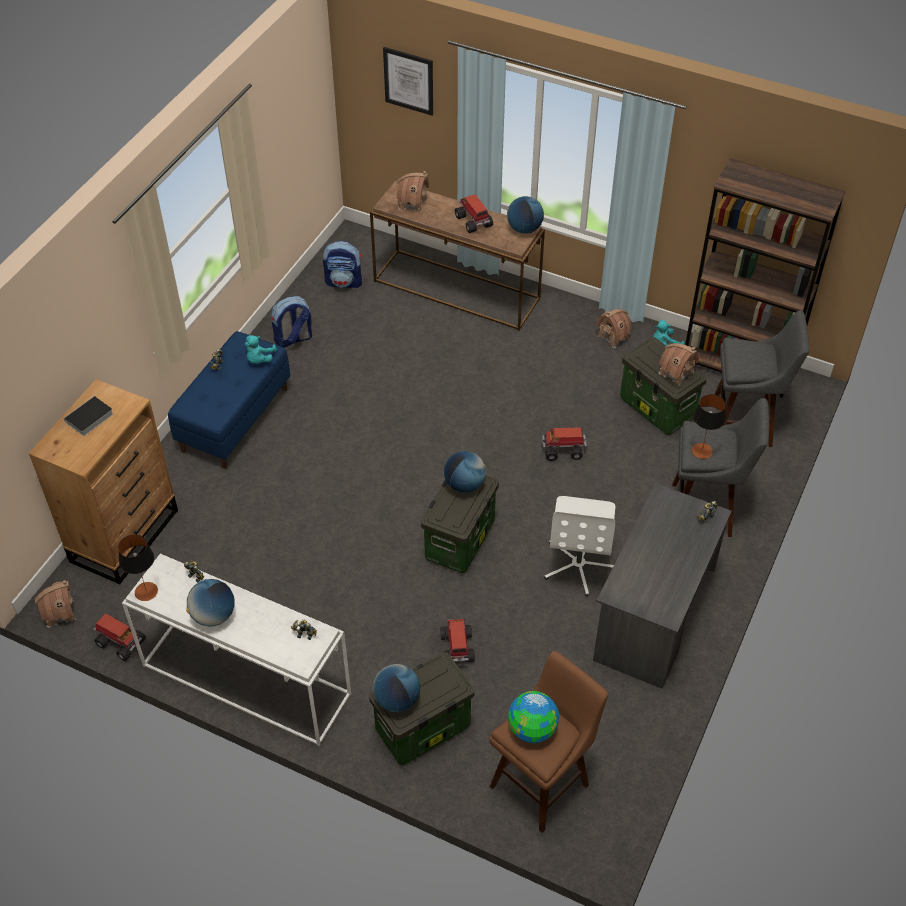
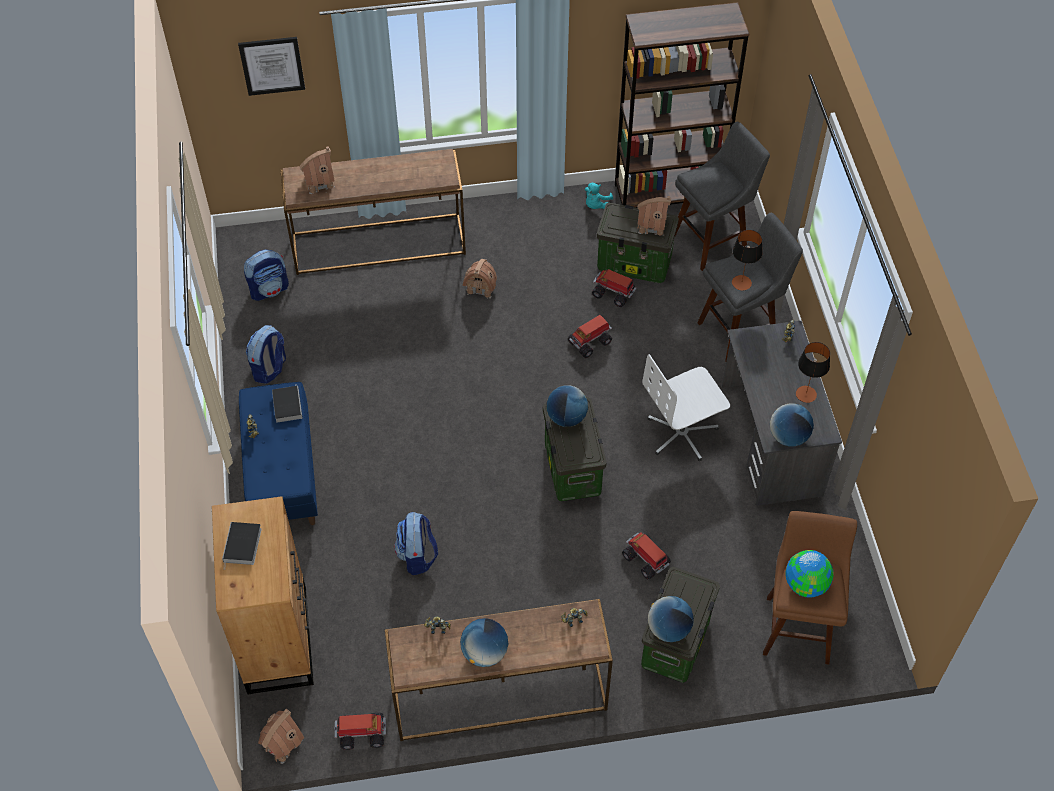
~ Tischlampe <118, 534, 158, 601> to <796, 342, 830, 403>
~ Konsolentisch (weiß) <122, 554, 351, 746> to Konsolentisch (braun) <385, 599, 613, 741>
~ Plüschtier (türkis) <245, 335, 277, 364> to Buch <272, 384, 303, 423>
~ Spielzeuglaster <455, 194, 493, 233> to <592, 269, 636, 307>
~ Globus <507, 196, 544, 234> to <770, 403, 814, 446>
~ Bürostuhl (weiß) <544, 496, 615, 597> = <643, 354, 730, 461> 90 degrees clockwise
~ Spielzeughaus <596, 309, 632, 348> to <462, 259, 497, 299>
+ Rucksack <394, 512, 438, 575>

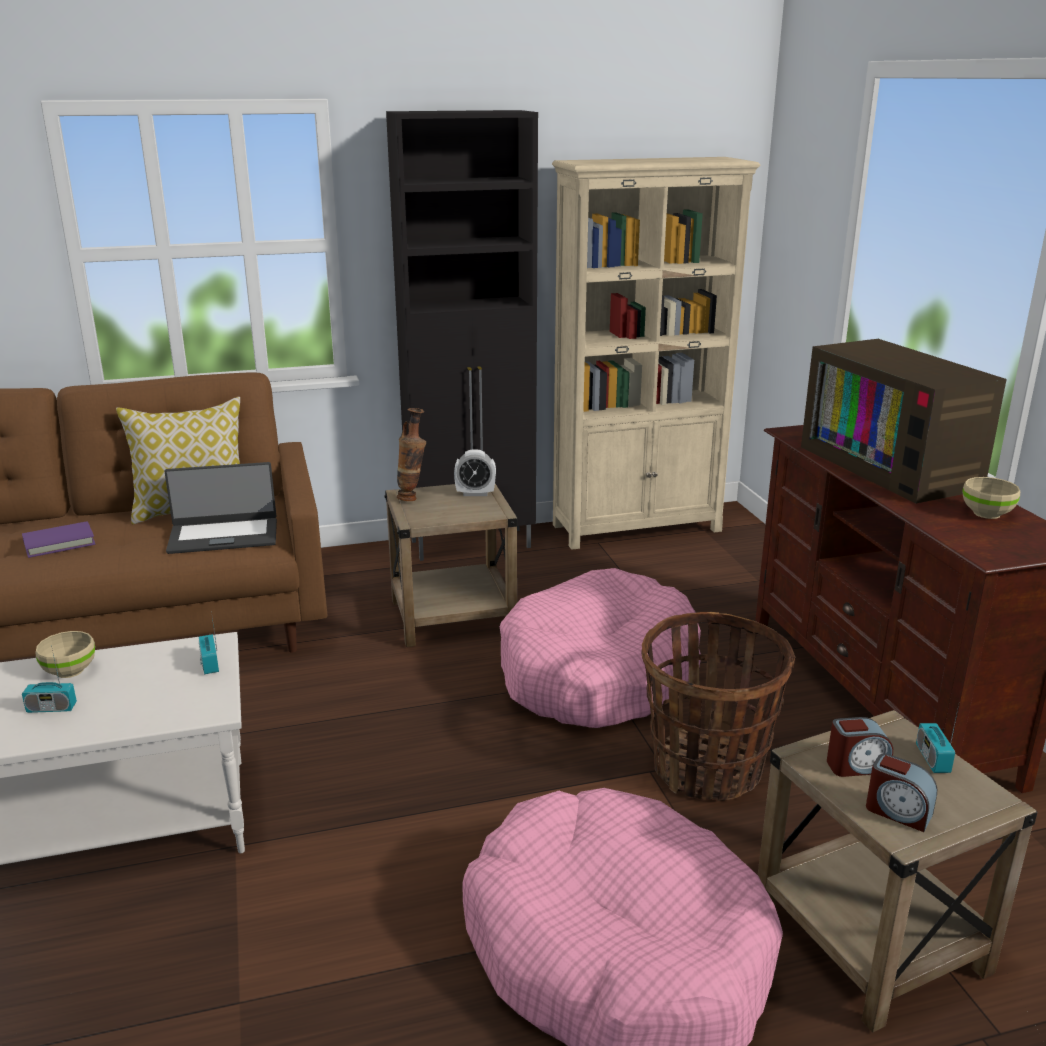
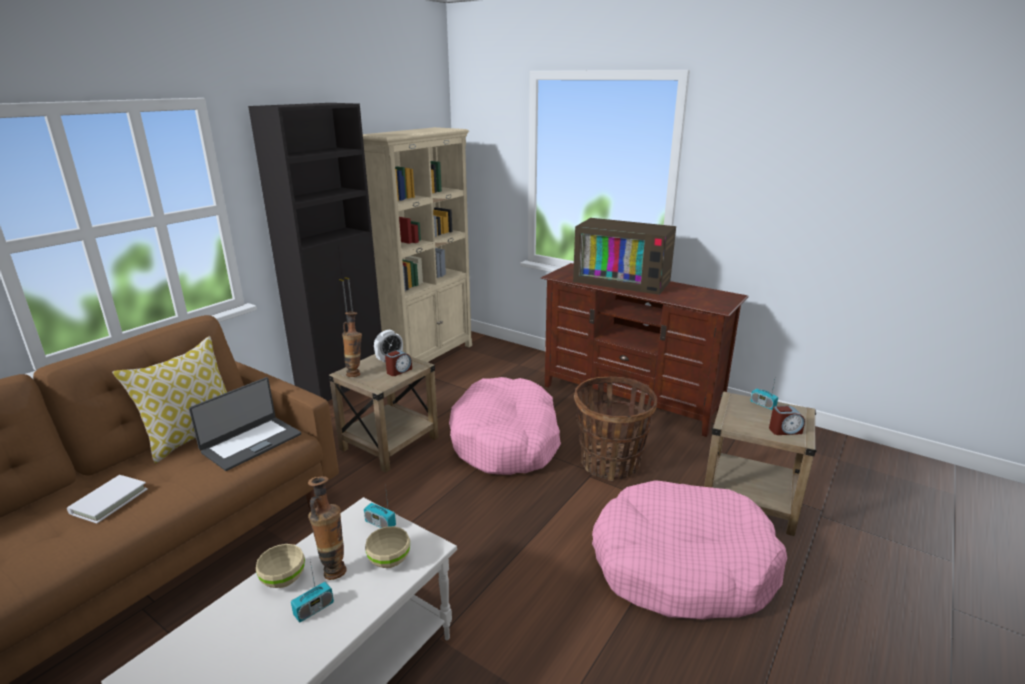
~ Buch (lila) <22, 521, 96, 558> to Buch (weiß) <67, 475, 148, 524>
~ Wecker <827, 717, 893, 777> to <385, 350, 412, 376>
~ Schüssel (beige) <962, 477, 1020, 519> to <365, 526, 410, 568>
+ Vase <308, 476, 346, 580>

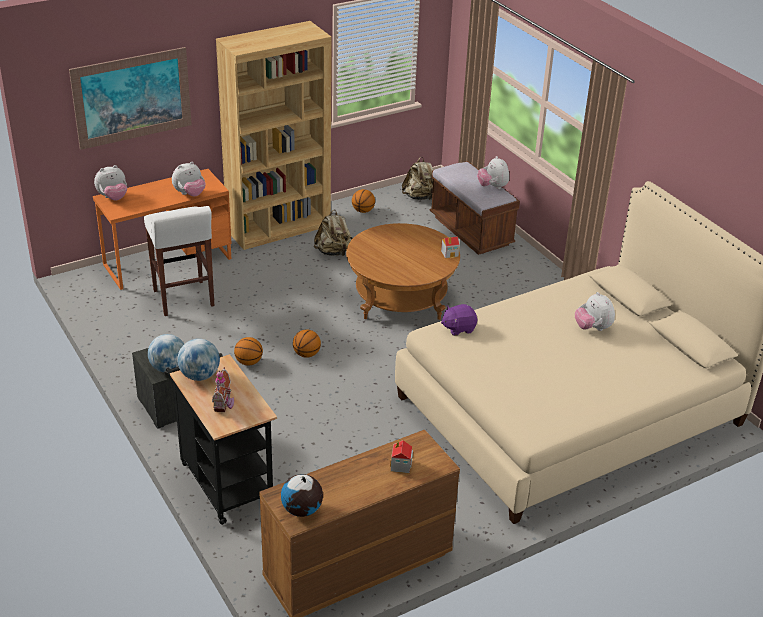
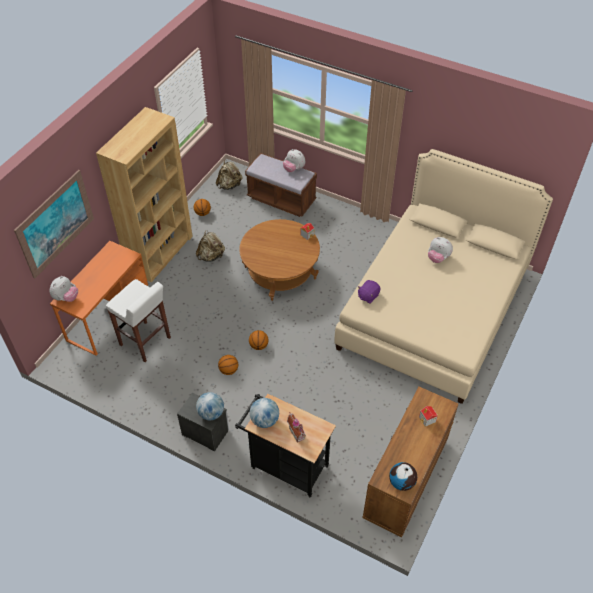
- Plüschtier <172, 162, 205, 197>

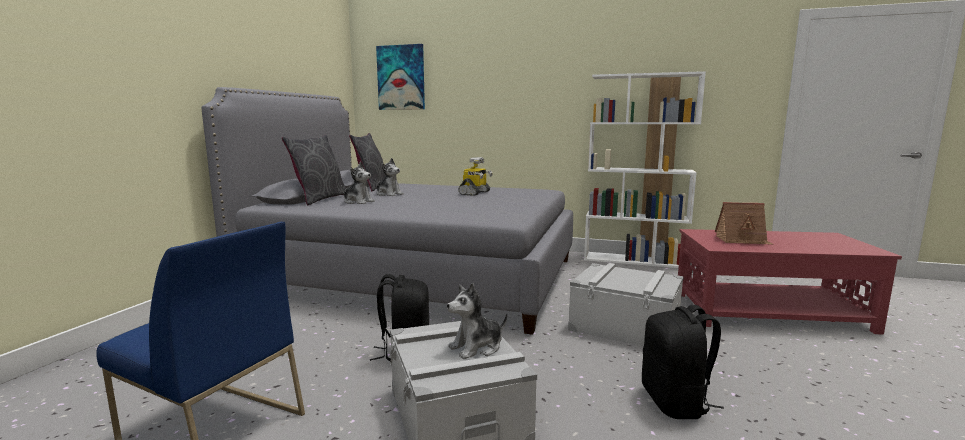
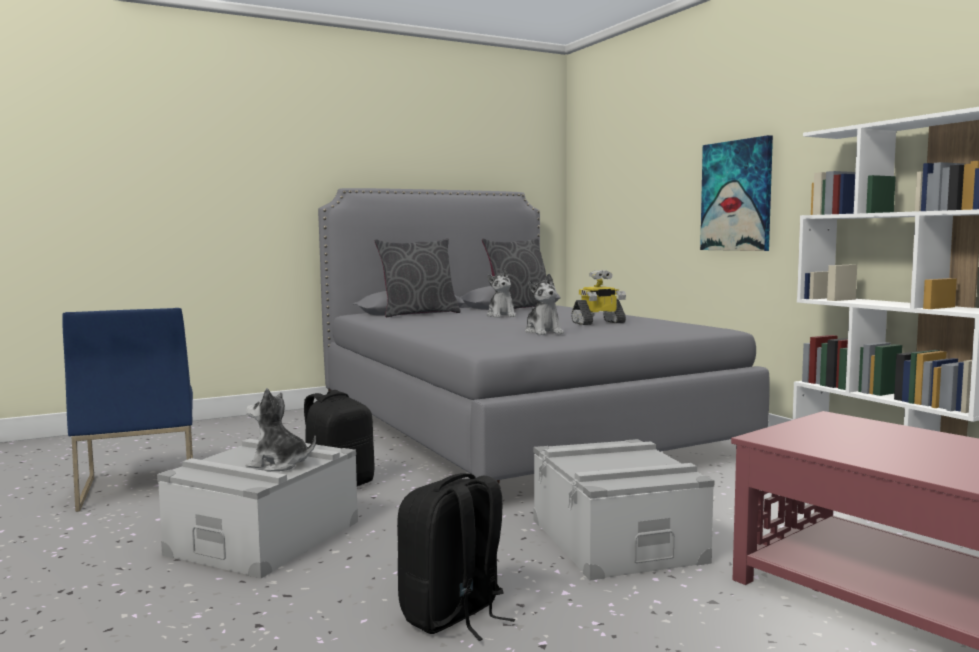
~ Plüschtier <341, 162, 375, 204> to <525, 274, 564, 335>
~ Bild <376, 44, 425, 110> to <700, 135, 773, 251>
- Spielzeughaus <715, 202, 773, 245>

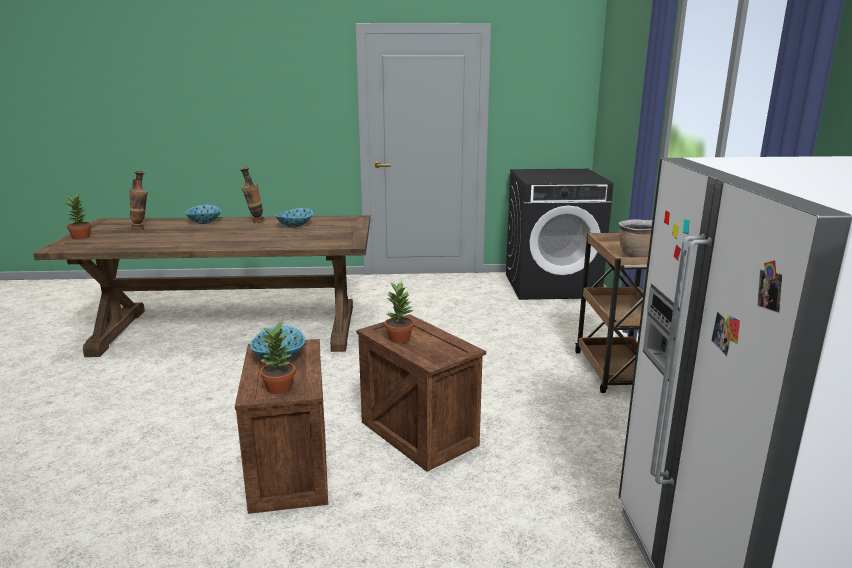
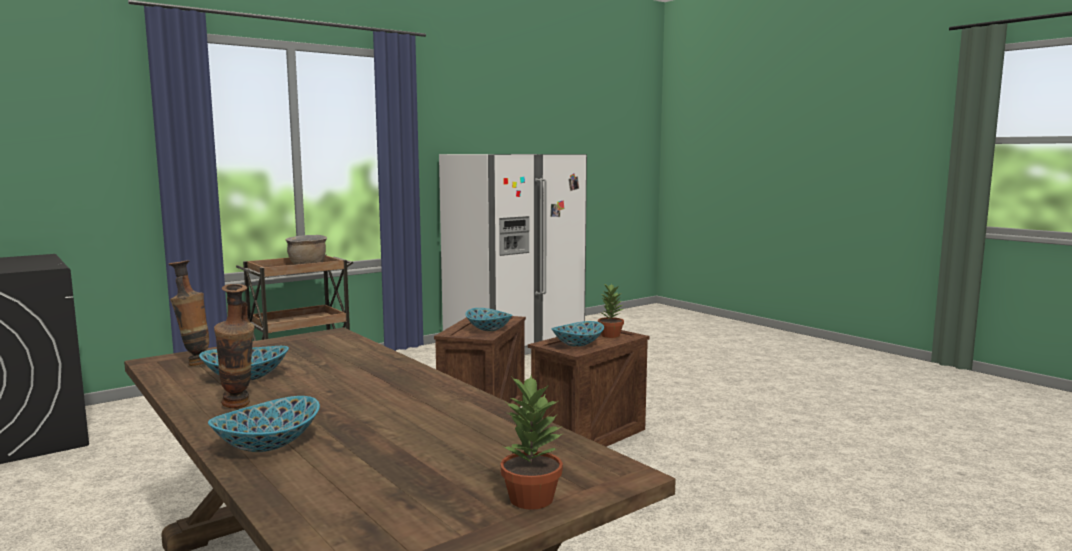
~ Vase <129, 171, 148, 229> to <169, 260, 209, 366>
~ Topfpflanze <385, 281, 414, 343> to Schüssel <465, 308, 512, 331>

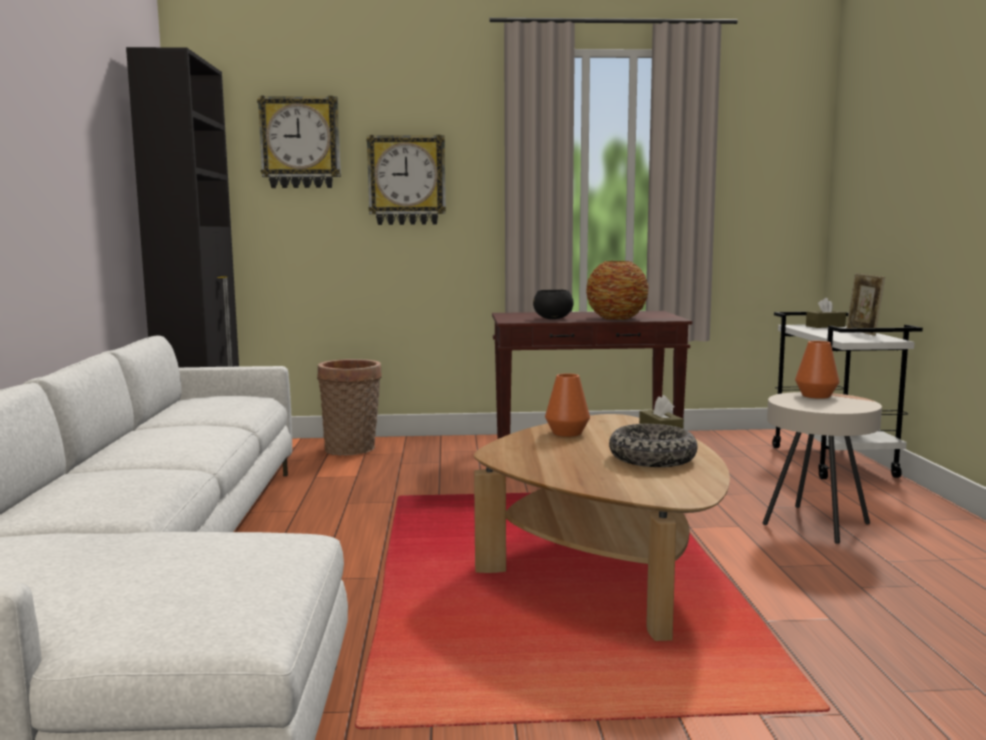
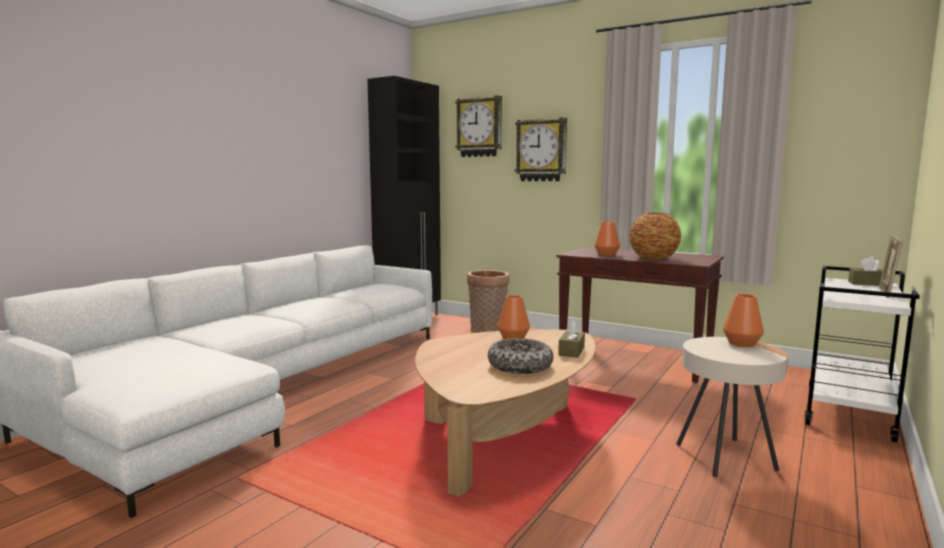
~ Schüssel (schwarz) <533, 290, 574, 319> to Vase (orange) <594, 221, 620, 256>

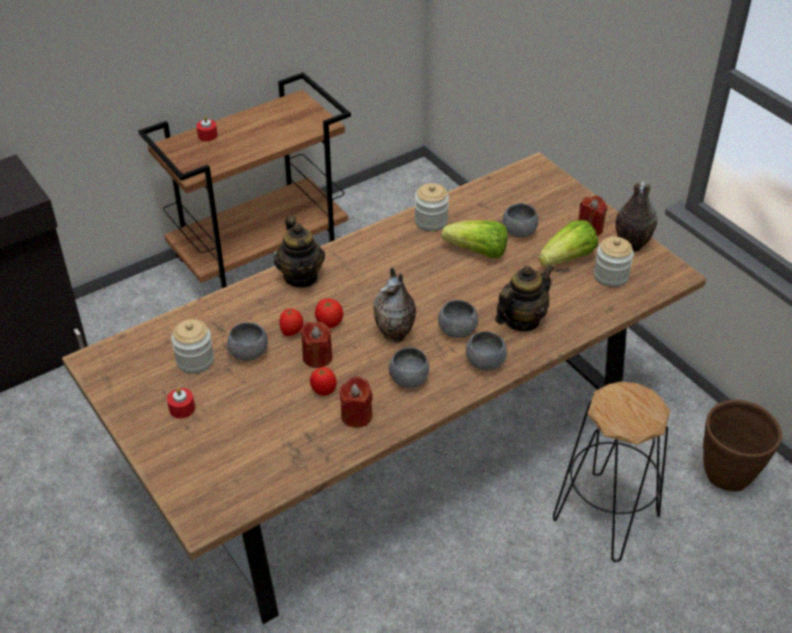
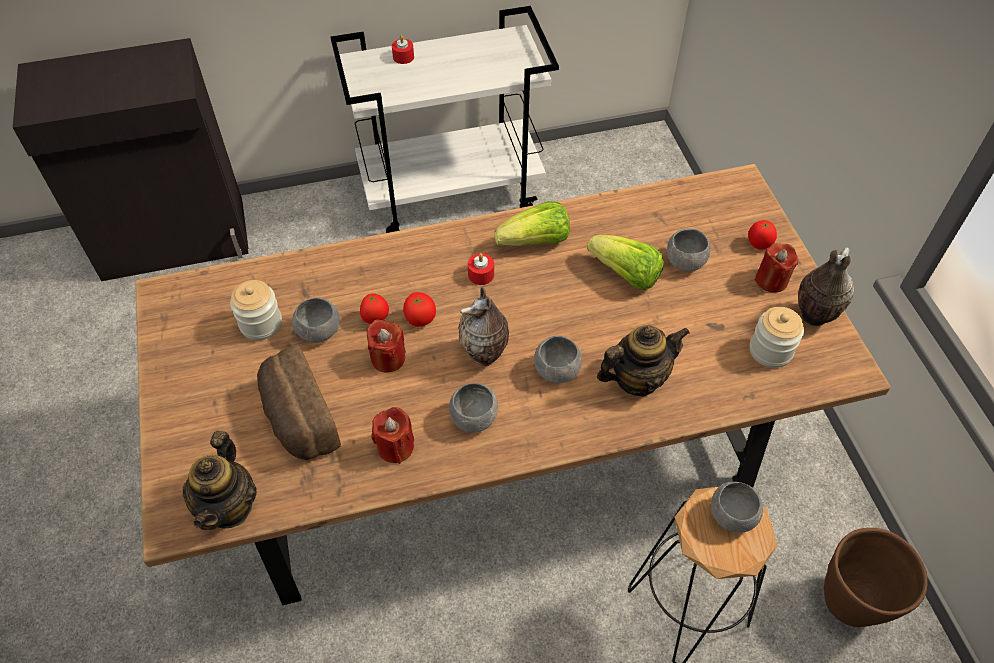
~ Rollwagen (braun) <138, 72, 351, 288> to Rollwagen (weiß) <330, 6, 559, 233>
~ Kerze (rot) <167, 388, 195, 419> to <468, 253, 494, 285>
~ Teekanne <274, 216, 325, 288> to <182, 431, 257, 530>
~ Tomate <310, 367, 337, 396> to <748, 220, 777, 250>
- Vorratsglas <415, 183, 449, 231>
~ Schüssel (grau) <466, 331, 507, 371> to <711, 482, 763, 533>
~ Salatkopf <539, 220, 598, 266> to <494, 201, 570, 246>
+ Brot <257, 345, 341, 460>

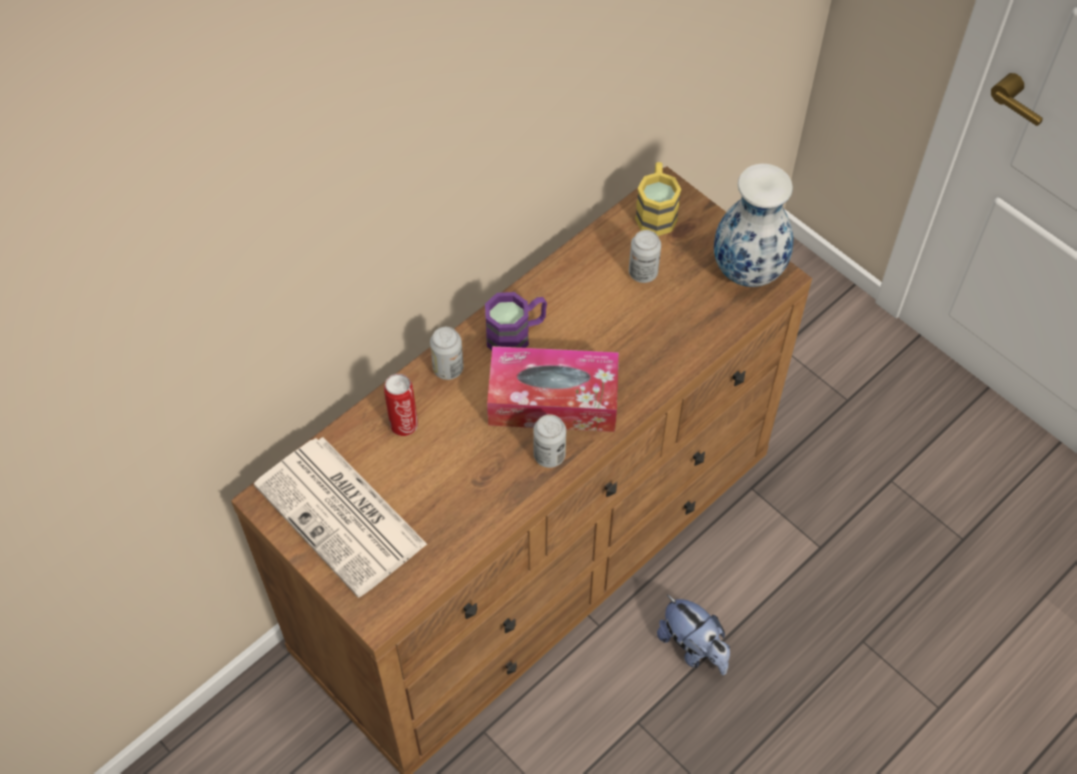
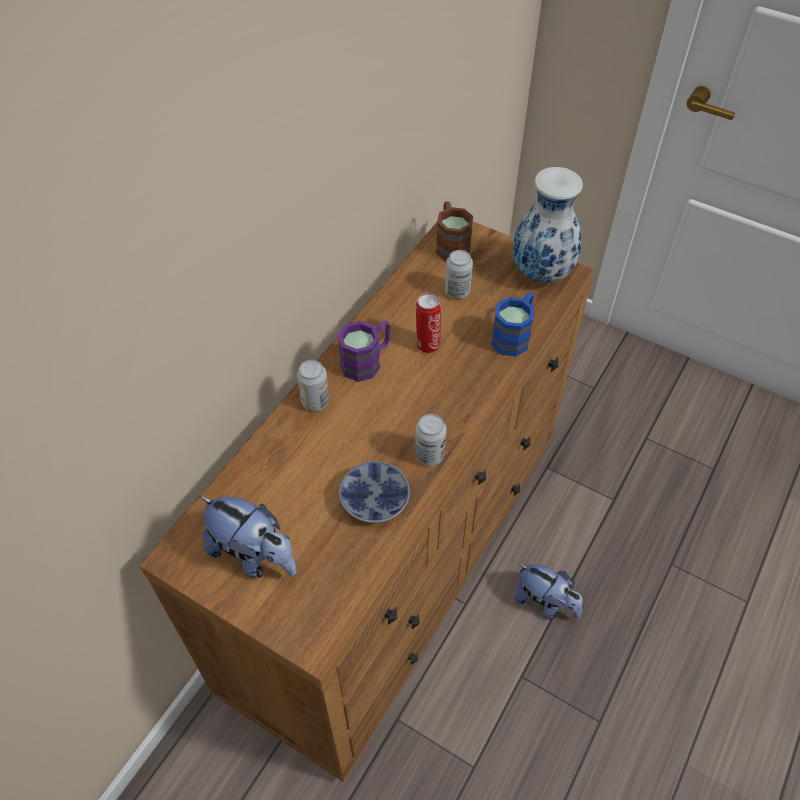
~ Zeitung <254, 437, 427, 598> to Plüschtier <200, 496, 296, 578>
~ Dose <384, 374, 418, 436> to <416, 293, 441, 353>
- Taschentuchbox <487, 346, 619, 432>
~ Henkelbecher (gelb) <635, 162, 682, 236> to Henkelbecher (braun) <436, 201, 473, 261>
+ Schüssel <339, 461, 410, 523>
+ Henkelbecher (blau) <491, 292, 535, 357>

